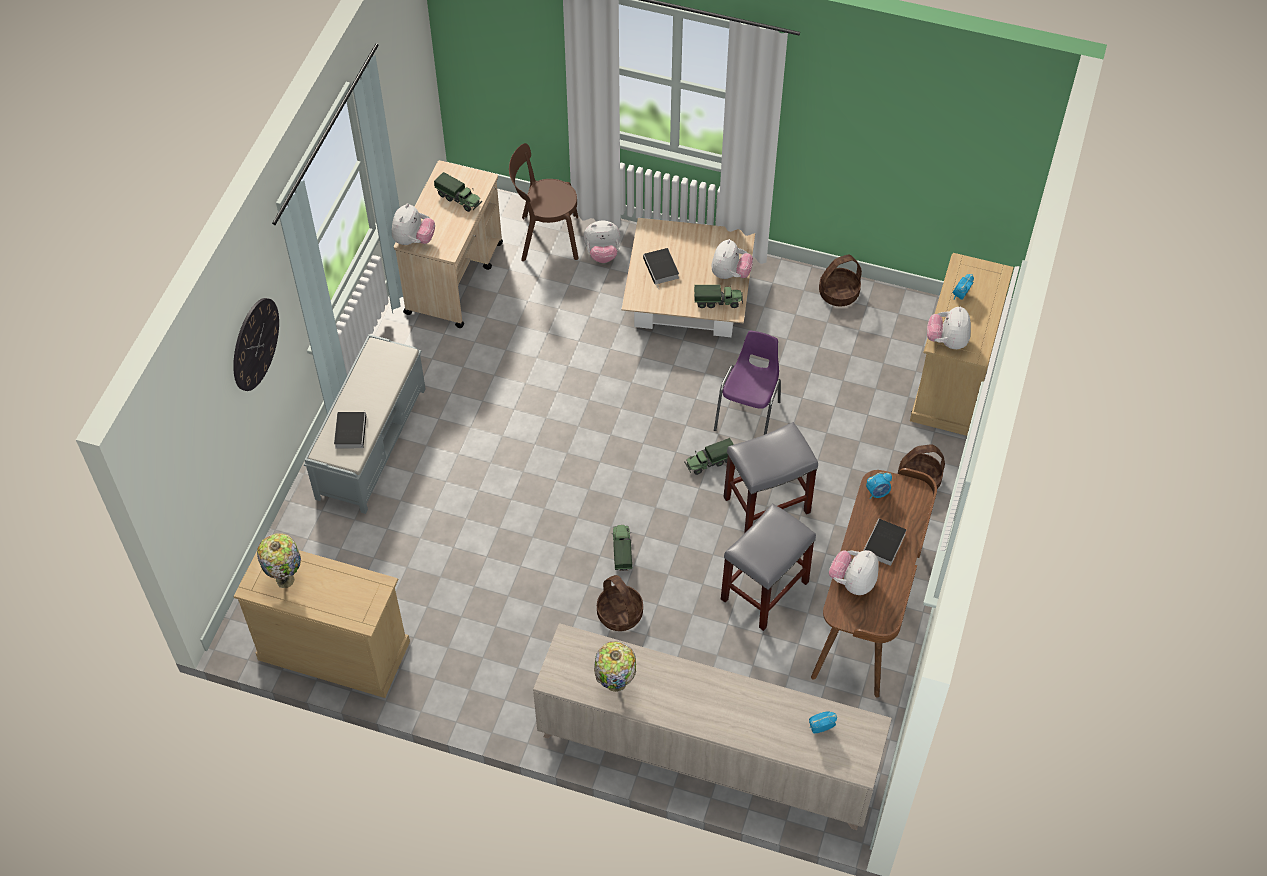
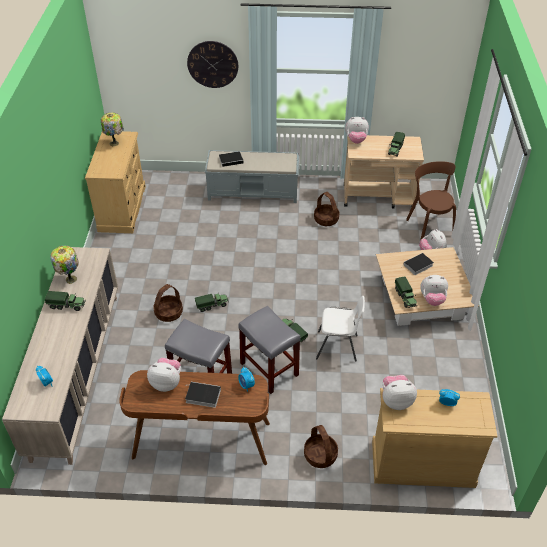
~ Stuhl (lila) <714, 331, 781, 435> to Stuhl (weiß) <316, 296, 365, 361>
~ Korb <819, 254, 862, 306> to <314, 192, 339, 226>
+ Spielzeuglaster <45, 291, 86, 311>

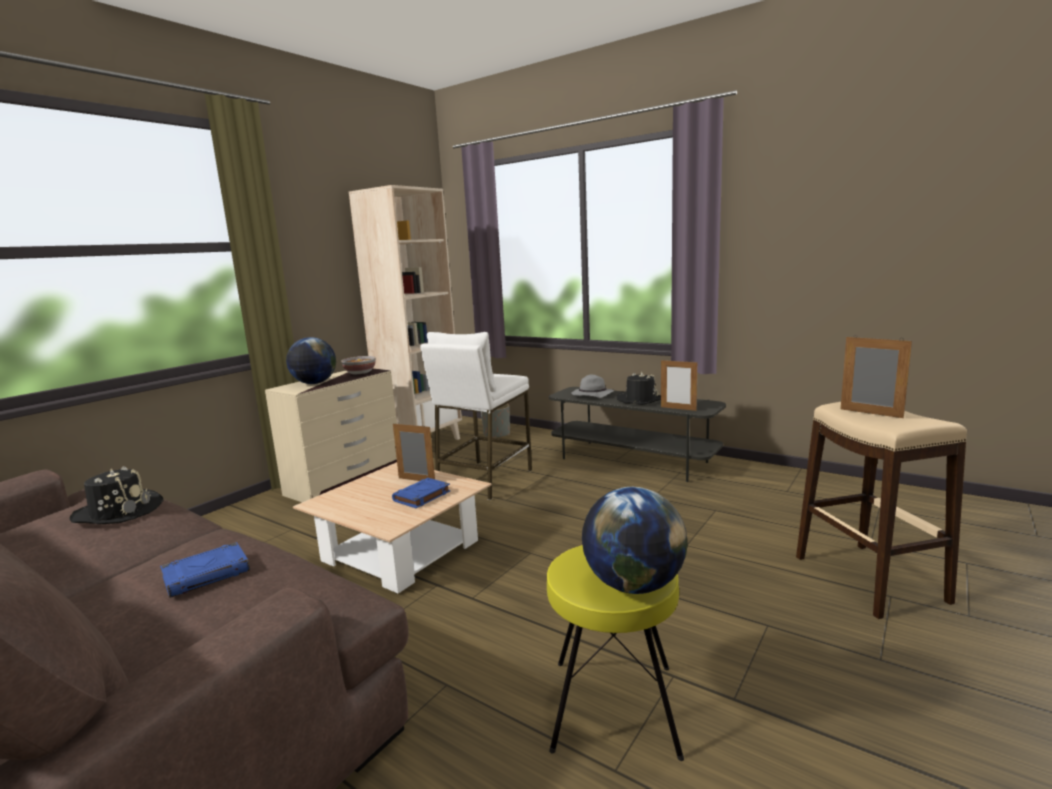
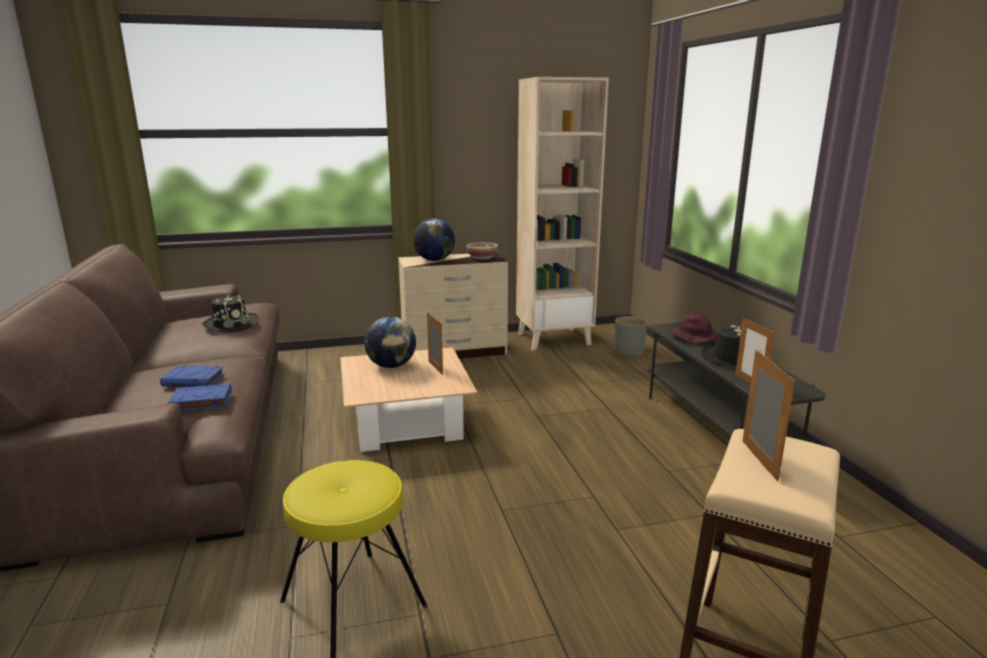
~ Buch (blau) <392, 478, 450, 508> to <168, 384, 232, 411>
- Hocker (weiß) <420, 332, 532, 500>
~ Hut (grau) <571, 375, 614, 398> to Hut (lila) <669, 313, 717, 343>
~ Globus <582, 487, 687, 594> to <364, 317, 416, 368>

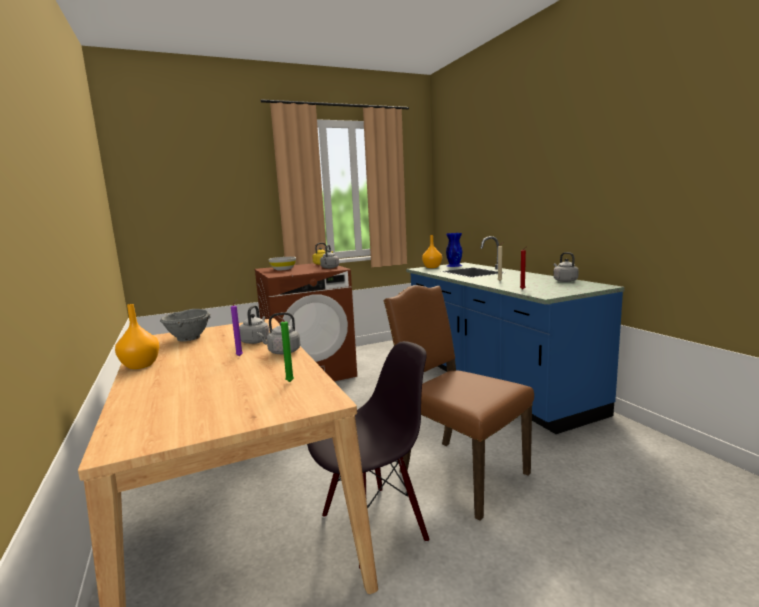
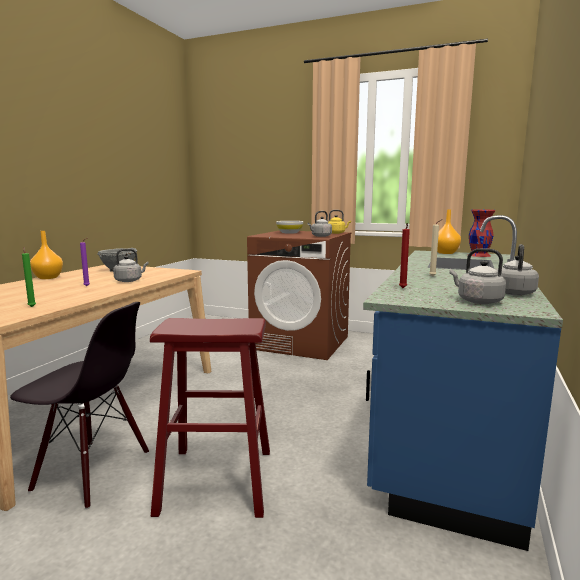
~ Wasserkessel (grau) <257, 312, 300, 354> to <449, 248, 506, 304>
~ Stuhl (braun) <384, 285, 534, 521> to Hocker (rot) <150, 318, 270, 518>
~ Vase (blau) <446, 233, 462, 267> to Vase (rot) <468, 209, 495, 257>

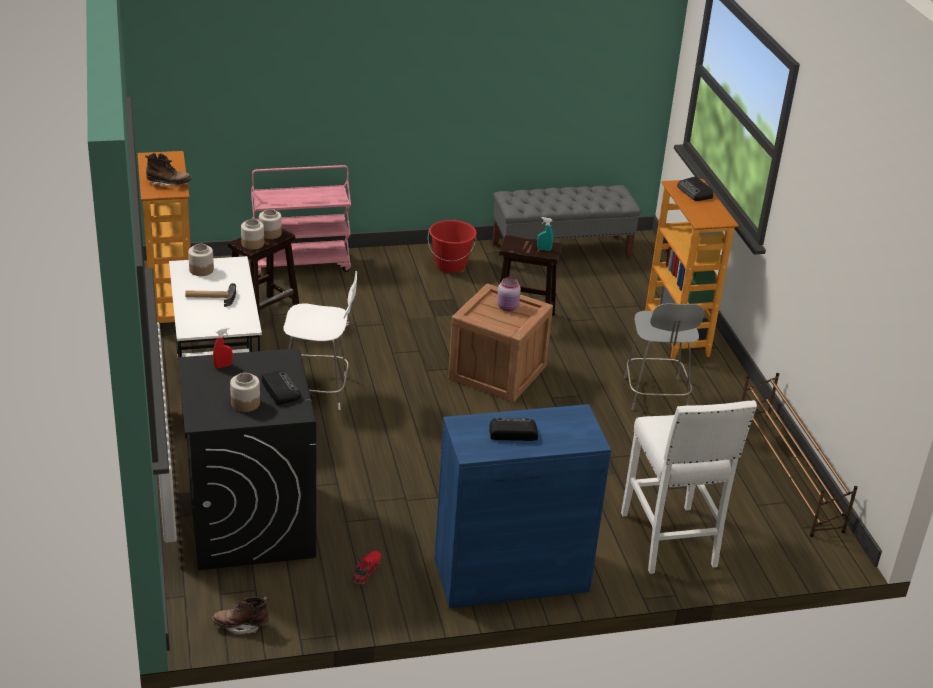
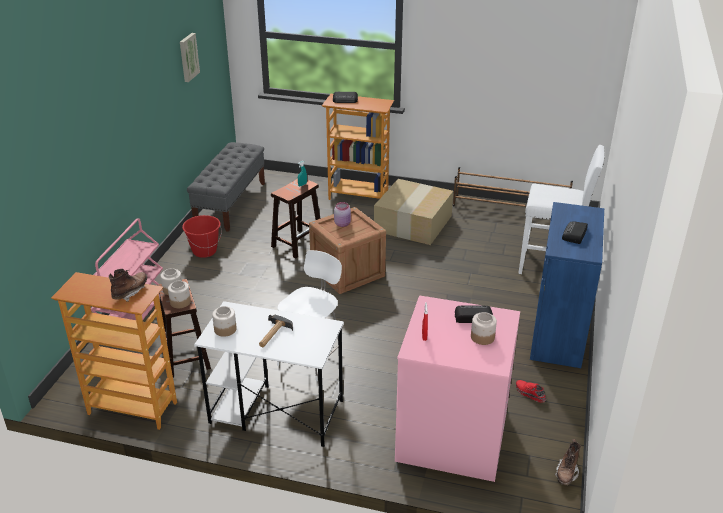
~ Waschmaschine (schwarz) <178, 348, 316, 570> to Waschmaschine (rosa) <395, 295, 520, 482>
~ Stuhl (grau) <624, 303, 705, 411> to Karton <374, 179, 453, 245>
+ Bild <180, 33, 200, 82>

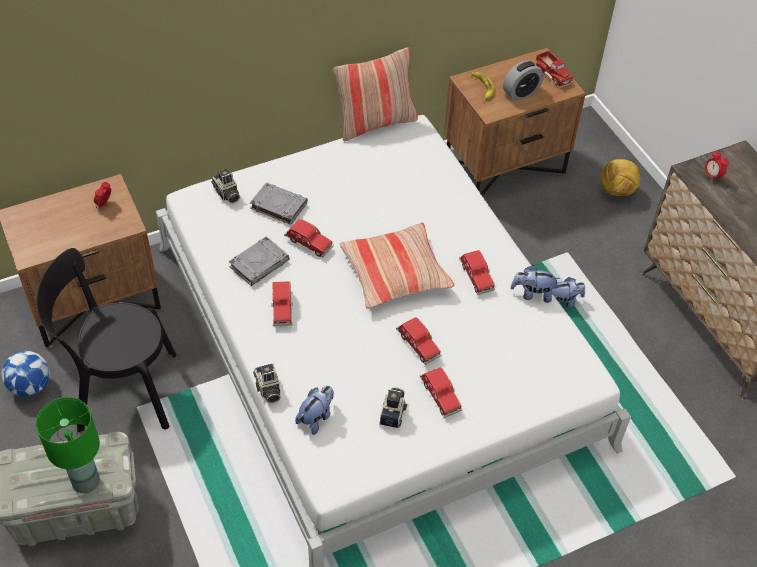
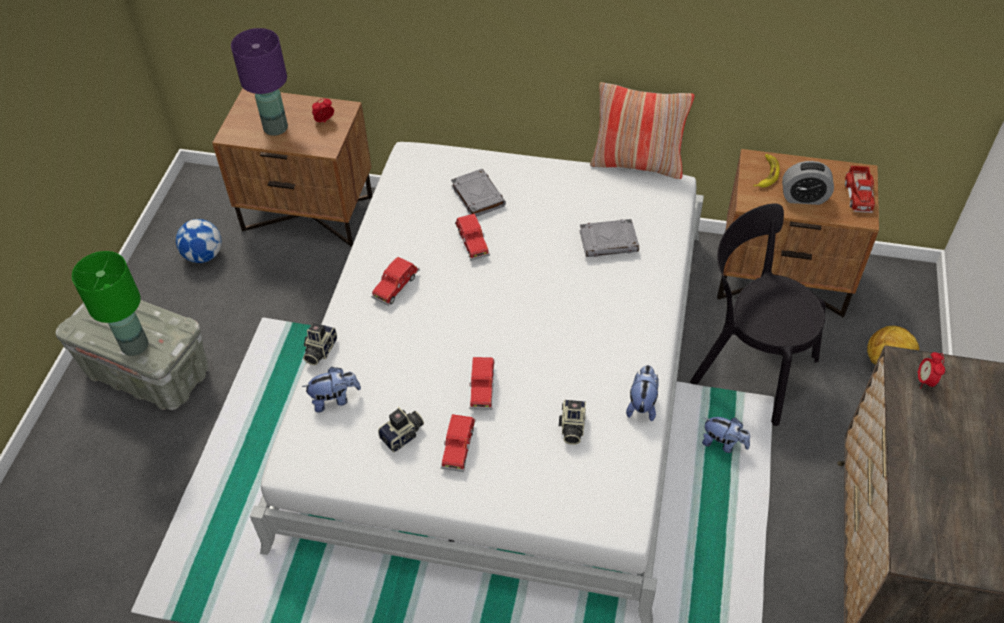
~ Stuhl (schwarz) <36, 248, 176, 432> to <690, 203, 826, 426>
~ Kamera <211, 169, 240, 204> to <559, 400, 586, 445>
~ Buch (grau) <229, 236, 290, 286> to <579, 219, 639, 257>
- Kissen <340, 223, 454, 309>
- Spielzeugauto (rot) <459, 250, 495, 295>
~ Plüschtier <511, 265, 561, 303> = <626, 365, 659, 421> 60 degrees clockwise
+ Tischlampe (lila) <231, 28, 288, 136>

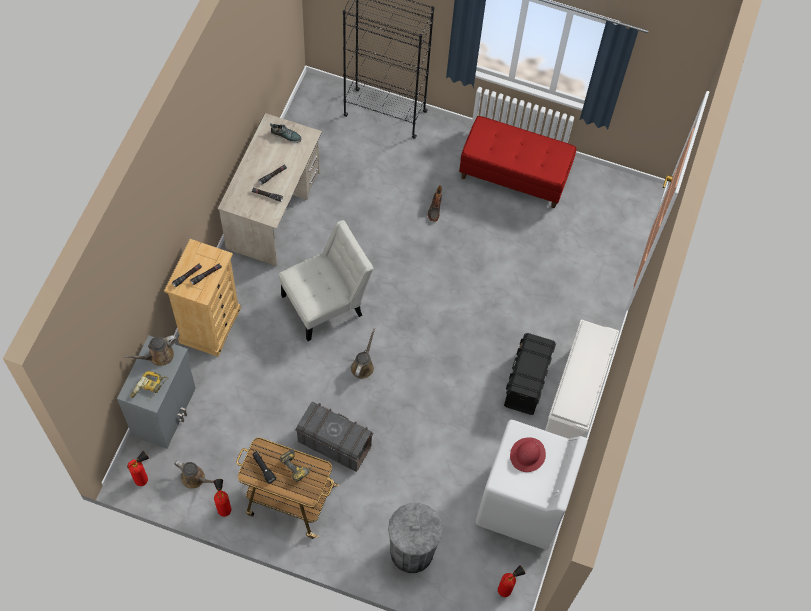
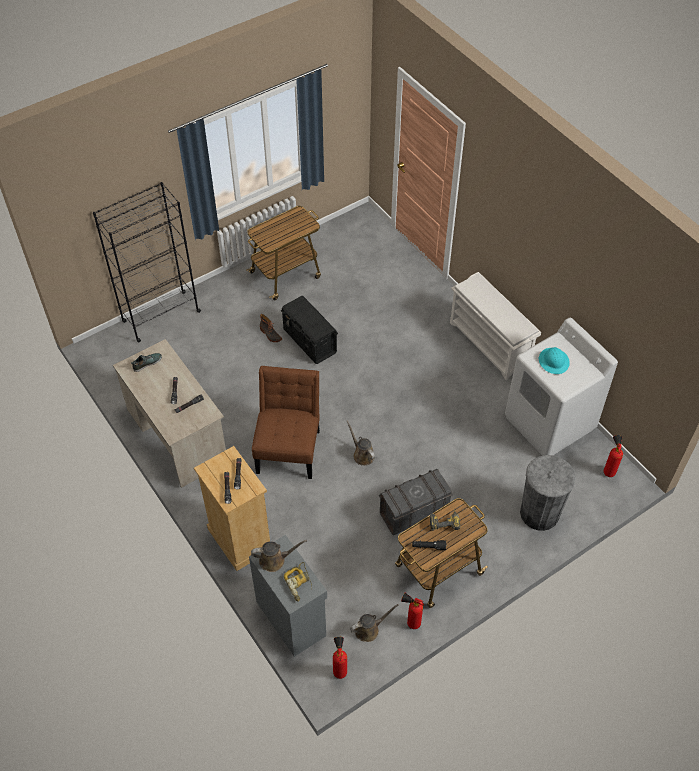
~ Gießkanne (braun) <123, 335, 177, 366> = <251, 540, 307, 572> 105 degrees counterclockwise
~ Stuhl (weiß) <279, 220, 373, 341> to Stuhl (braun) <252, 366, 320, 479>
~ Bank (rot) <459, 116, 576, 208> to Rollwagen <246, 206, 321, 301>
~ Aufbewahrungsbox (schwarz) <504, 333, 556, 415> to <281, 296, 338, 364>
~ Schutzhelm (rot) <510, 437, 546, 472> to Schutzhelm (türkis) <539, 347, 570, 374>

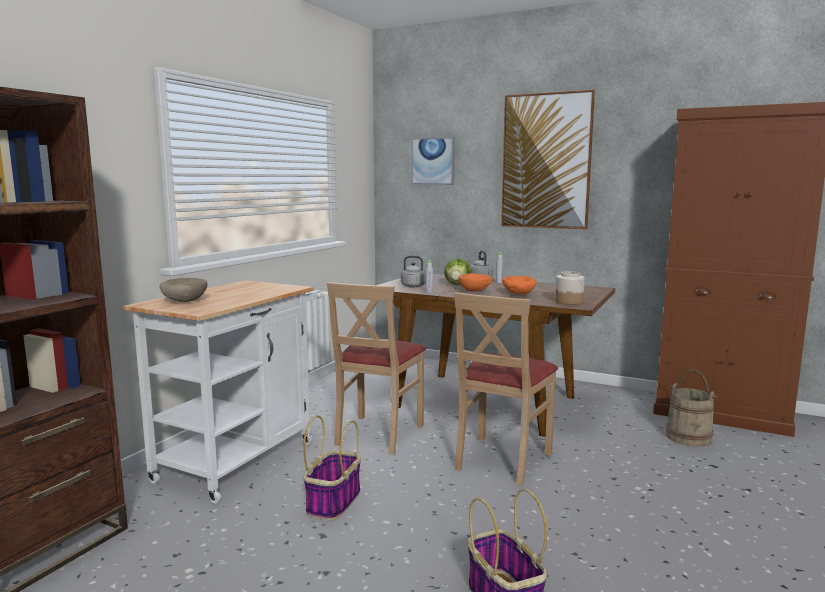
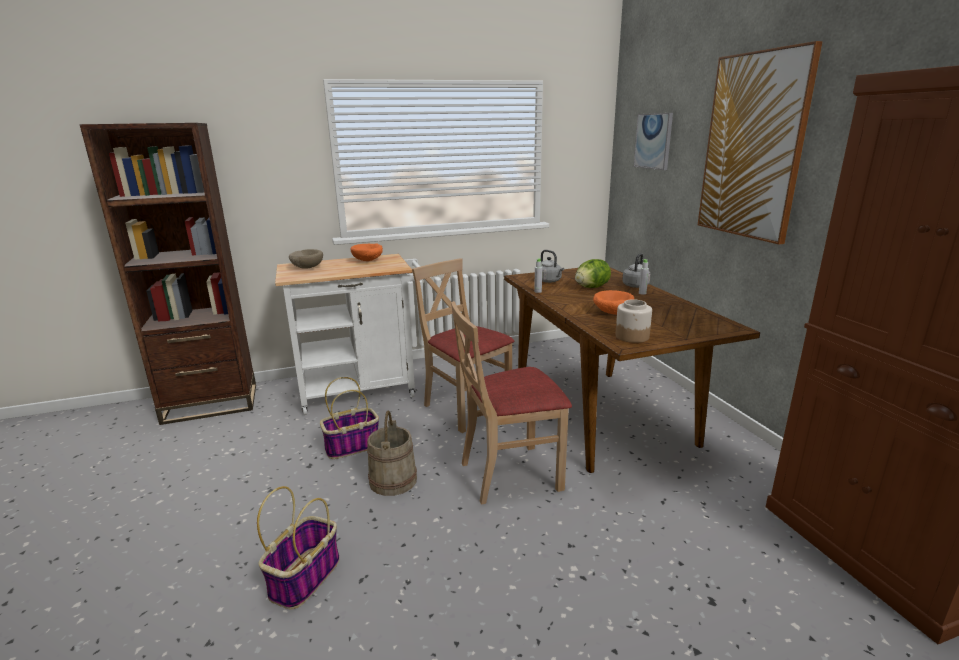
~ Stuhl (beige) <327, 282, 426, 454> = <412, 258, 515, 433> 75 degrees clockwise
~ Schüssel (orange) <458, 273, 493, 292> to <351, 243, 383, 261>
~ Eimer (beige) <666, 370, 717, 447> to <367, 411, 417, 496>

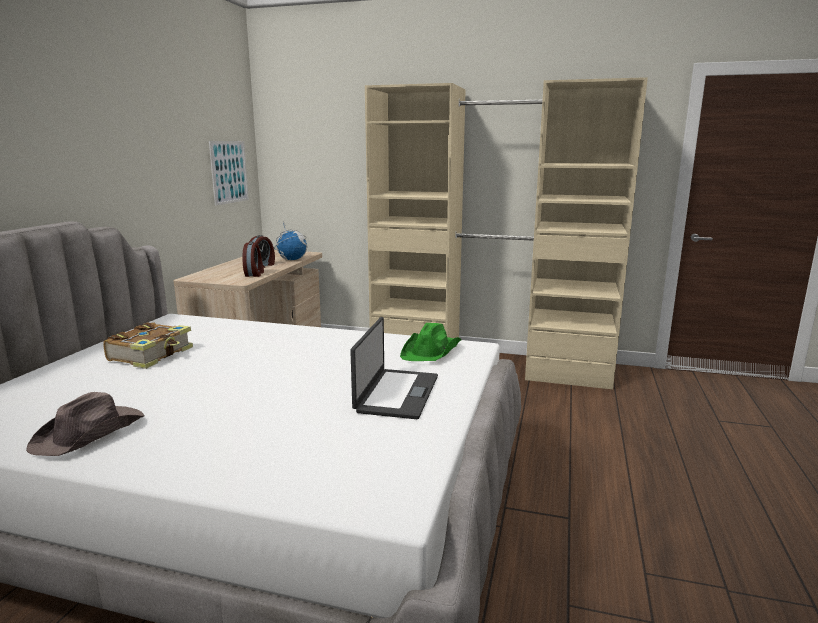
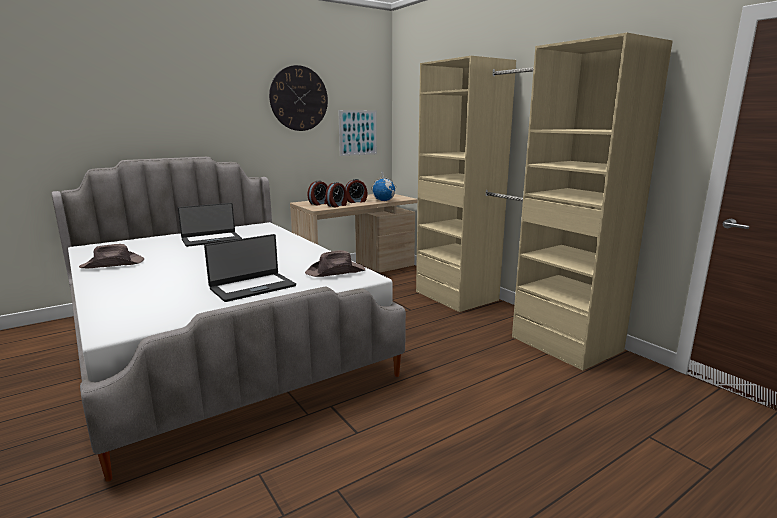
~ Buch <103, 322, 193, 369> to Laptop <178, 203, 242, 247>
~ Hut (grün) <400, 323, 461, 361> to Hut (braun) <305, 250, 365, 277>
+ Wanduhr <269, 65, 328, 131>
+ Wecker <308, 180, 328, 205>

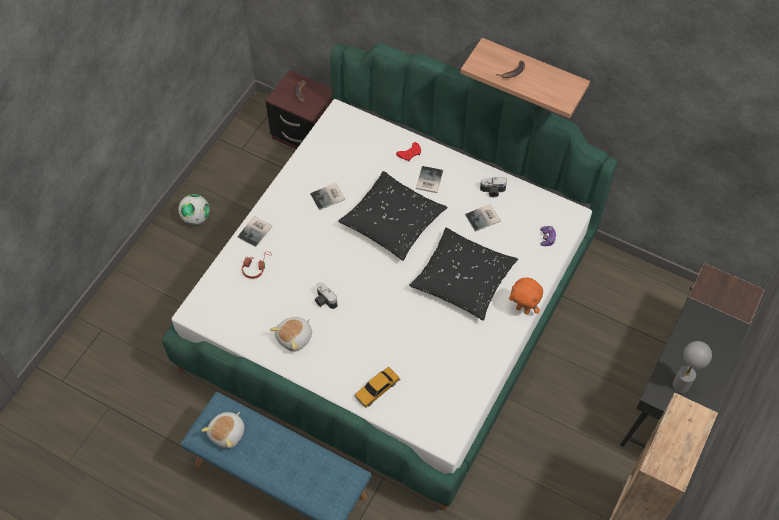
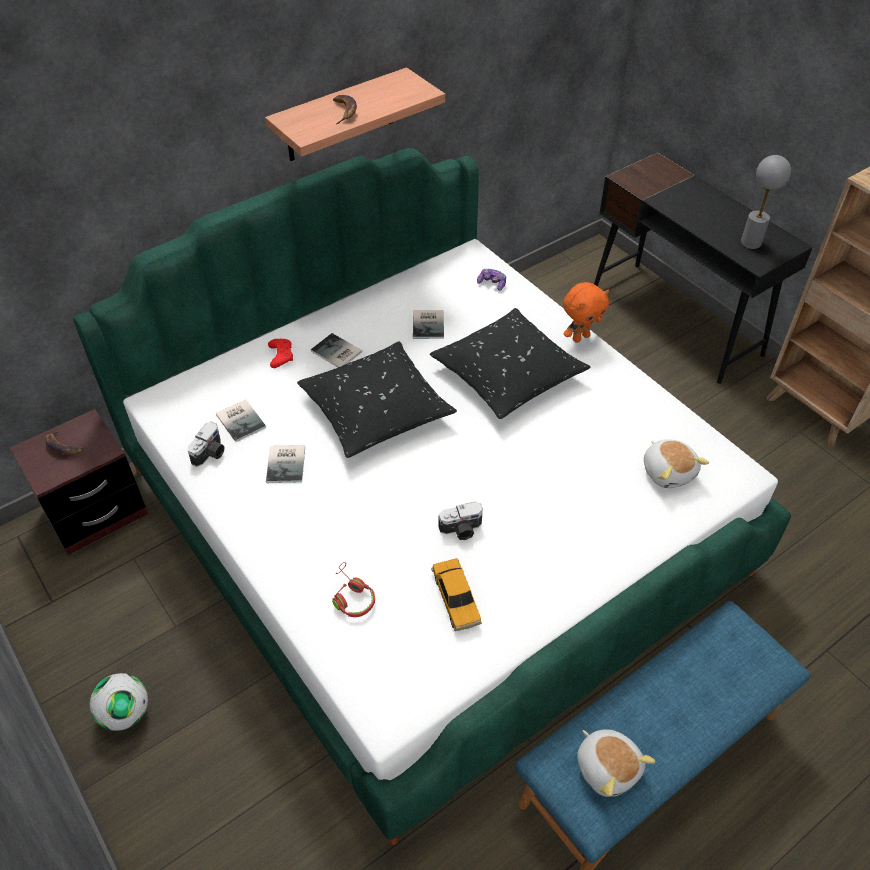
~ Buch <237, 216, 272, 247> to <216, 400, 266, 442>
~ Plüschtier <270, 317, 312, 352> to <644, 439, 709, 488>
~ Spielzeugauto <355, 367, 400, 408> to <431, 558, 482, 631>
~ Kamera <480, 177, 507, 198> to <188, 422, 225, 467>

